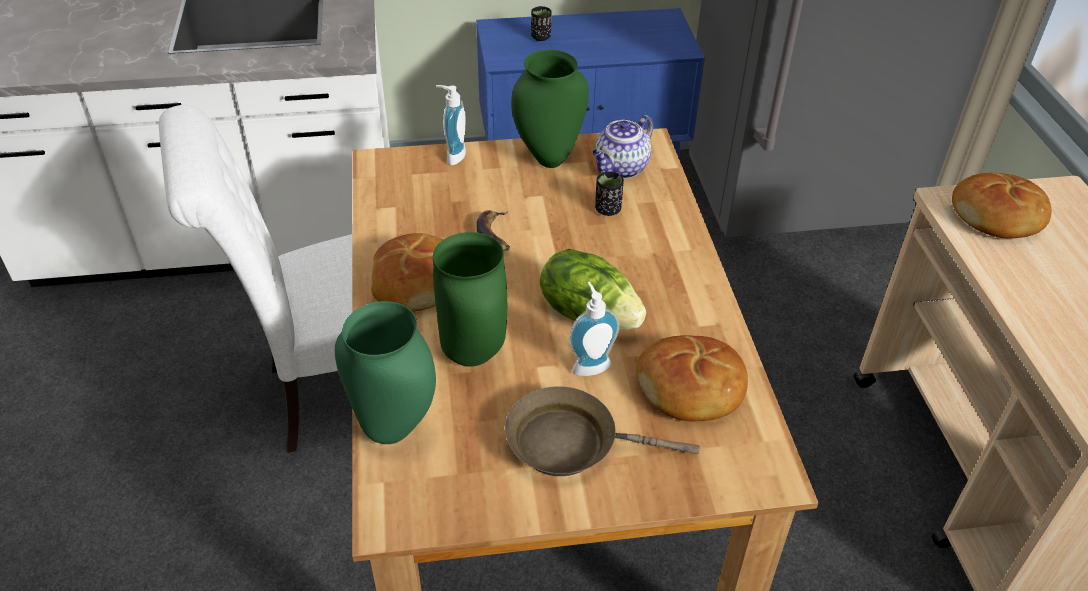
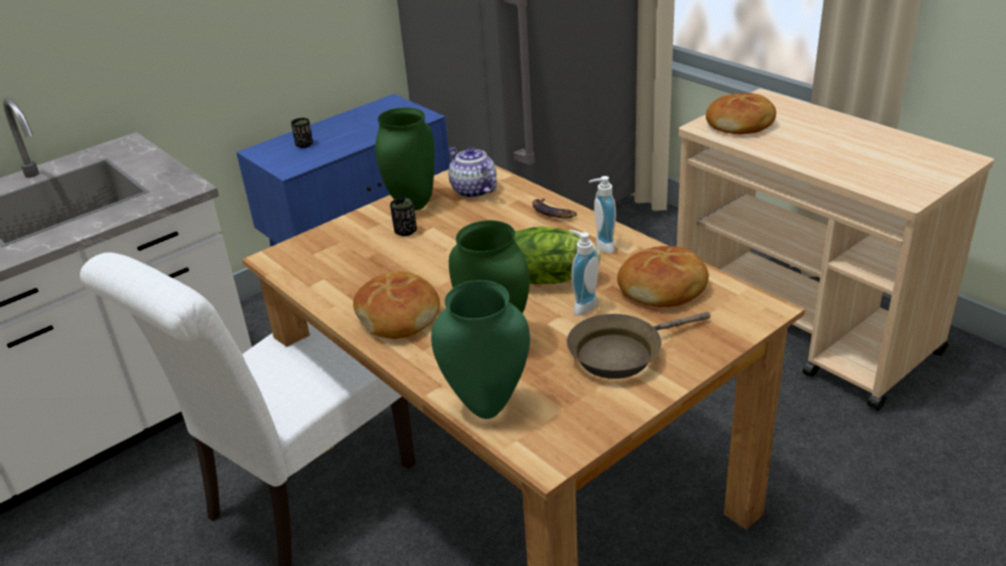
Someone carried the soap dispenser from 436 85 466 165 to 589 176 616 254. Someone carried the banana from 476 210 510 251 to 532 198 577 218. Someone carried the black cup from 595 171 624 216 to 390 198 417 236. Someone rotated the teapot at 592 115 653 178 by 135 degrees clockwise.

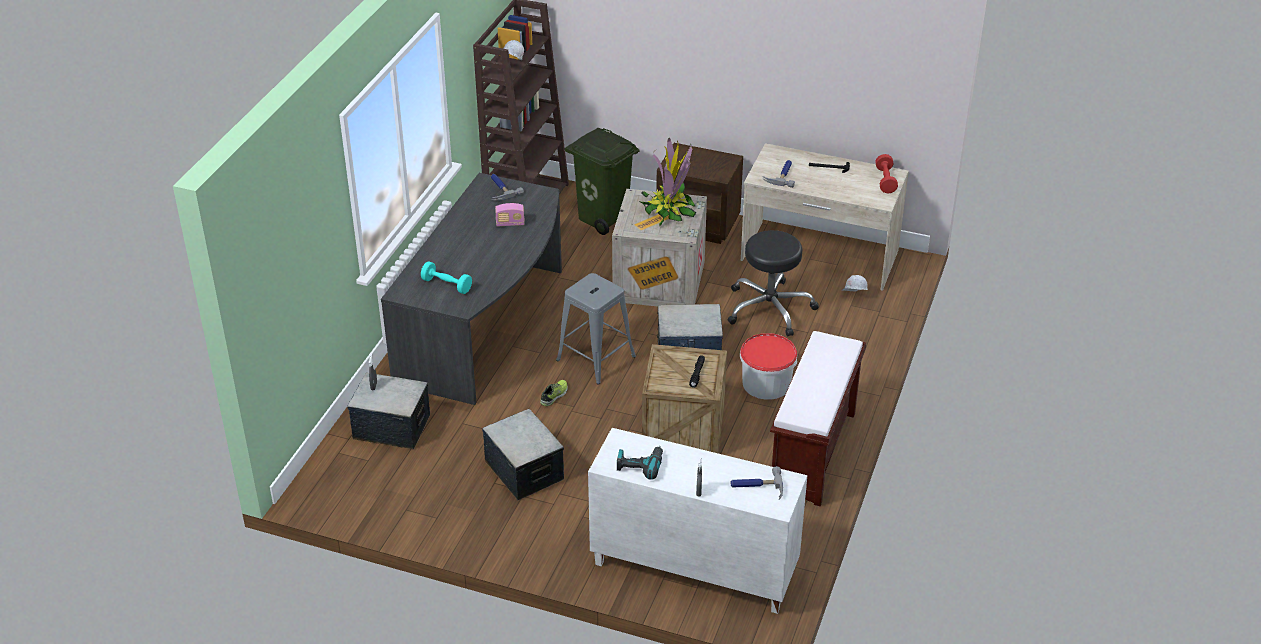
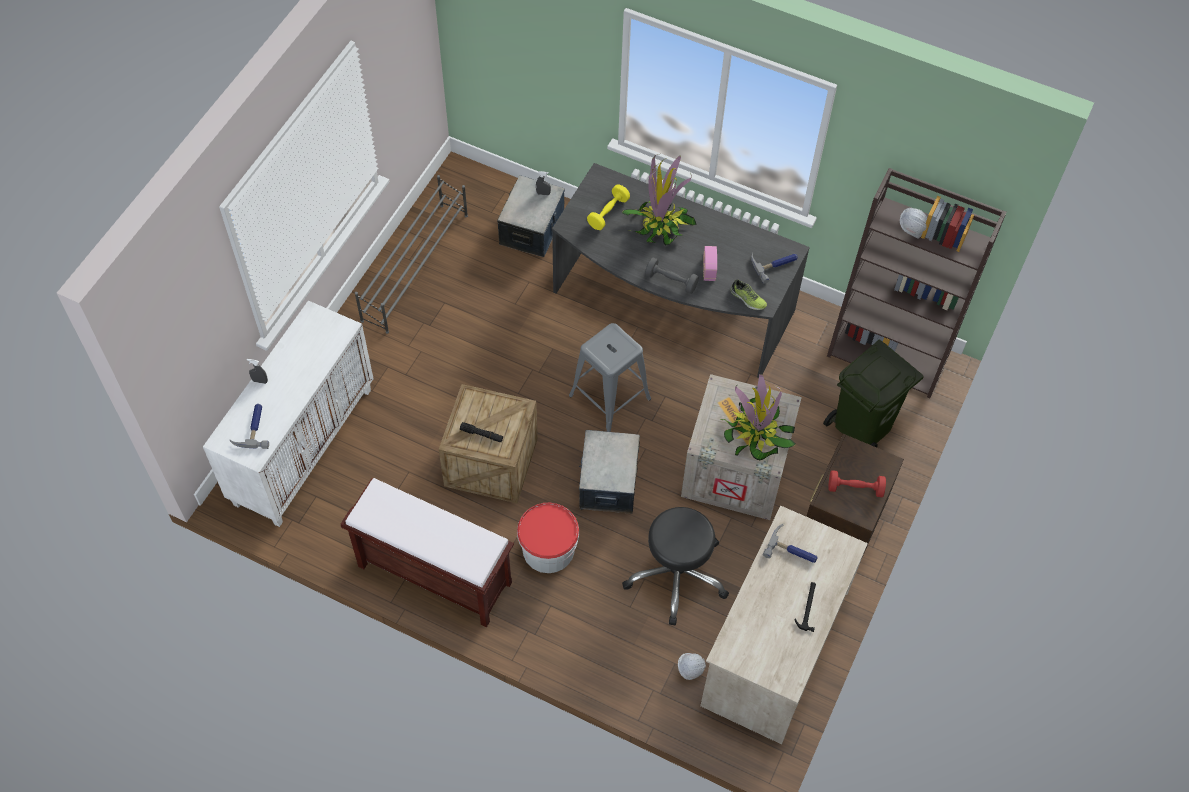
Someone took away the storage box at 482 409 564 500. Someone took away the power drill at 617 446 663 480. Someone put down the grey shoe rack at 355 175 468 334. Someone put down the potted plant at 622 154 697 245. Someone put down the grey dumbbell at 645 258 699 294. Someone carried the shoe from 540 380 568 406 to 730 279 767 310. Someone carried the red dumbbell from 875 154 898 193 to 828 470 886 497. Someone repainted the turquoise dumbbell at 421 262 472 294, which became the yellow dumbbell at 587 185 630 230.

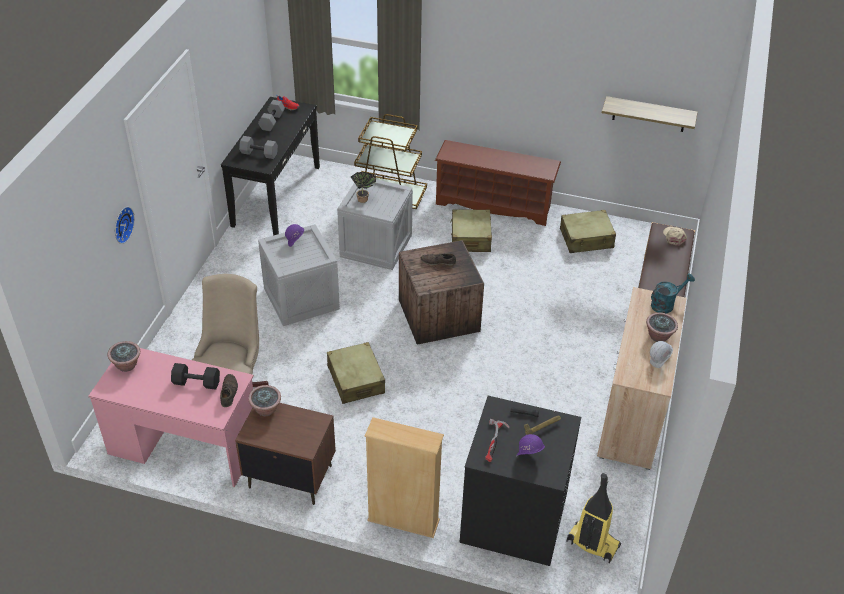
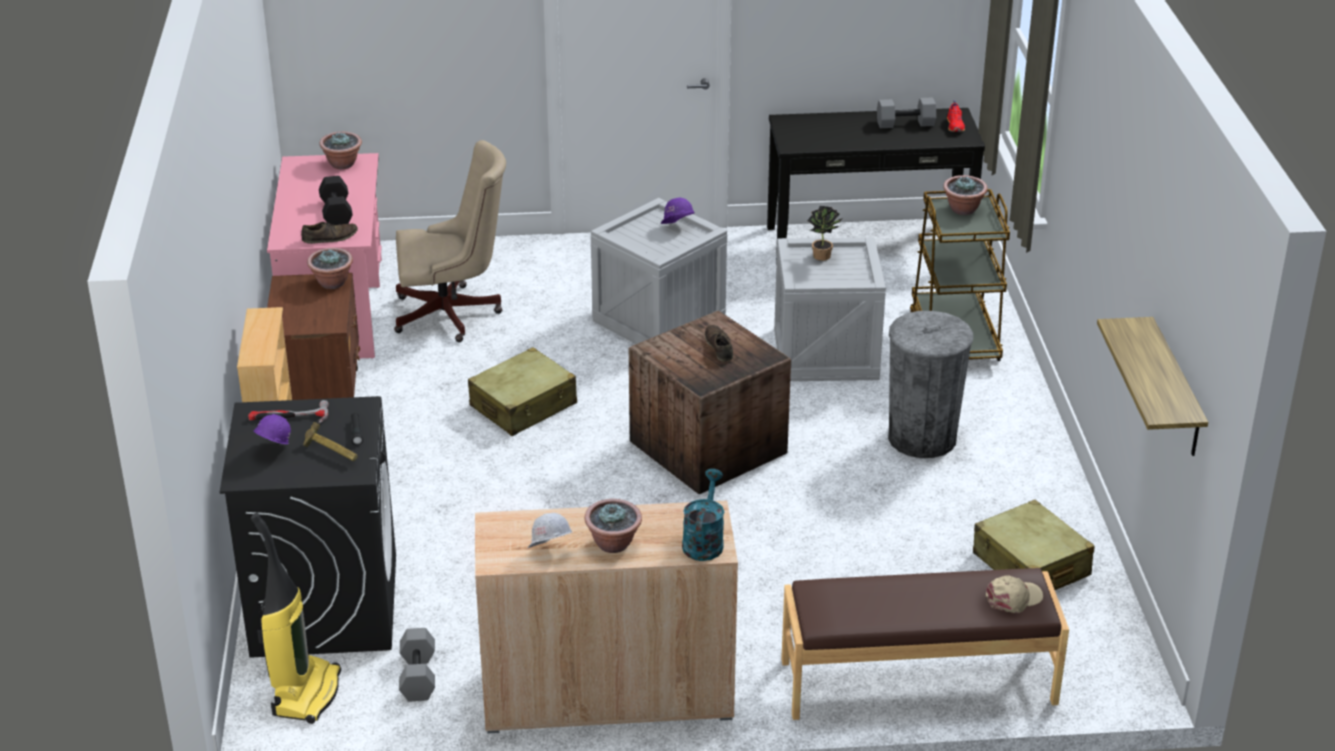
Someone took away the wall clock at 115 207 135 244. Someone took away the brown shoe rack at 435 140 561 226. Someone put down the potted plant at 943 175 987 215. Someone carried the grey dumbbell from 239 136 278 159 to 399 628 435 702. Someone swapped the beige suitcase at 450 209 492 252 for the grey trash can at 888 311 973 458. Someone rotated the turquoise watering can at 651 274 695 313 by 120 degrees counterclockwise.

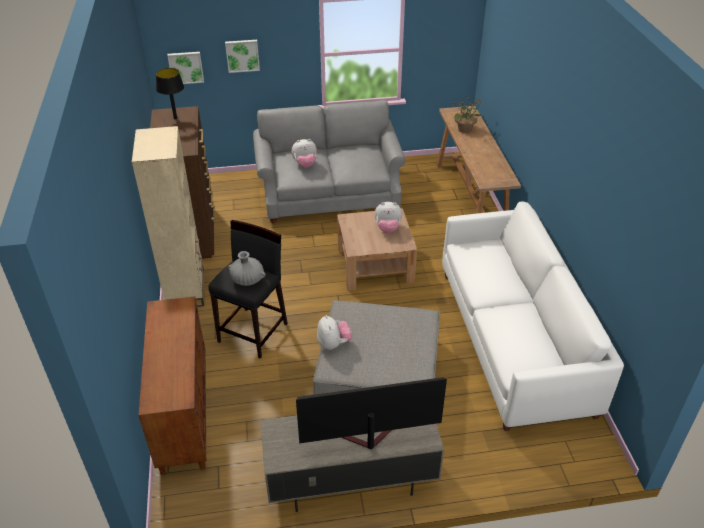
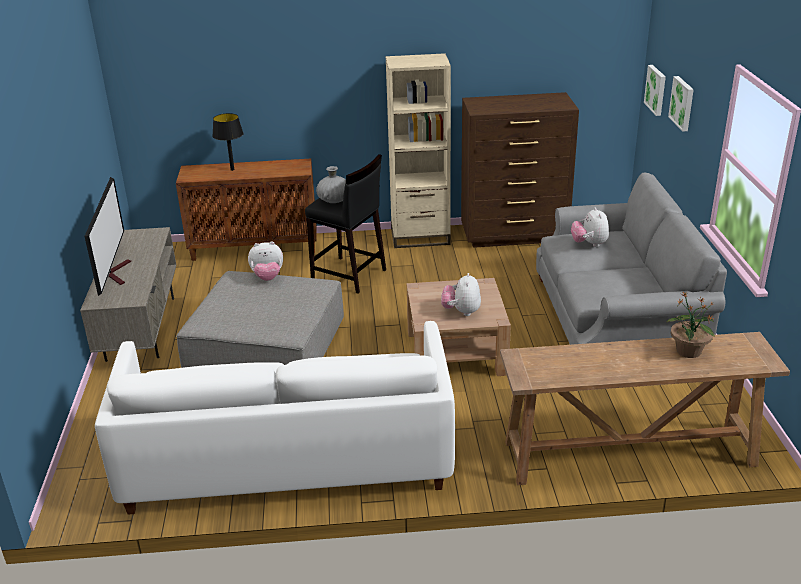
Someone carried the black table lamp from 156 68 184 119 to 212 113 244 171.

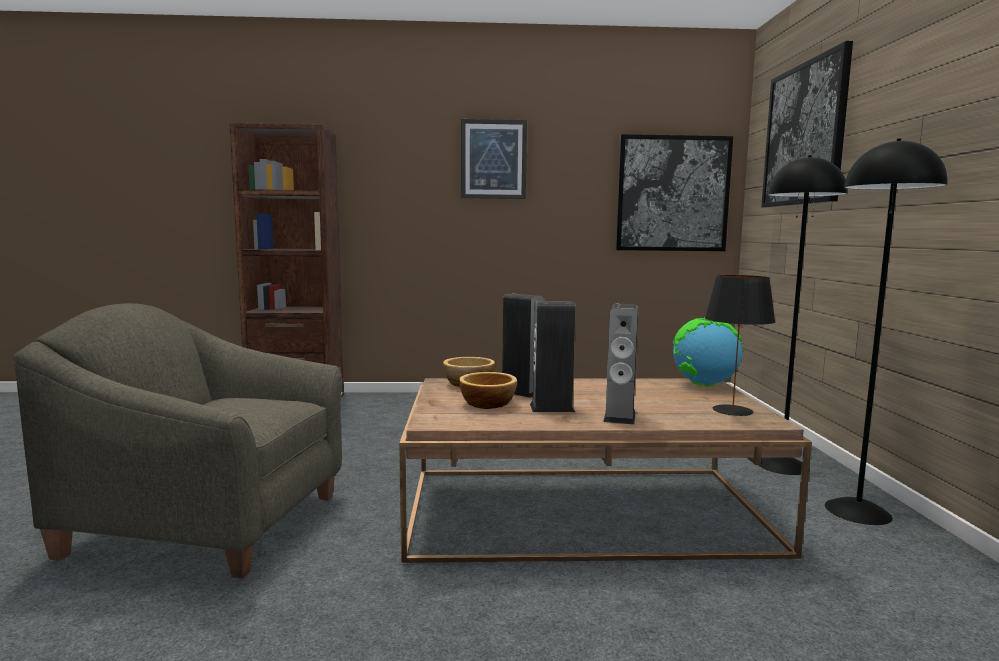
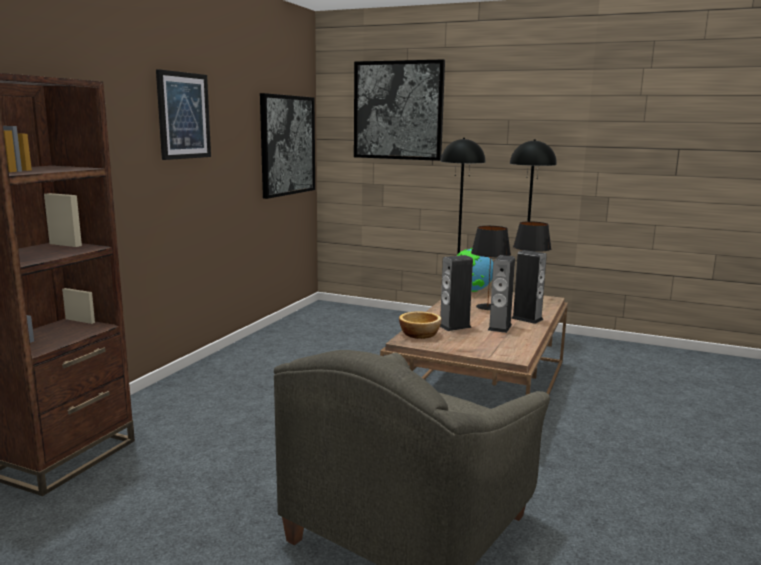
Someone took away the bowl at 459 372 517 409. Someone put down the black table lamp at 471 226 511 310.

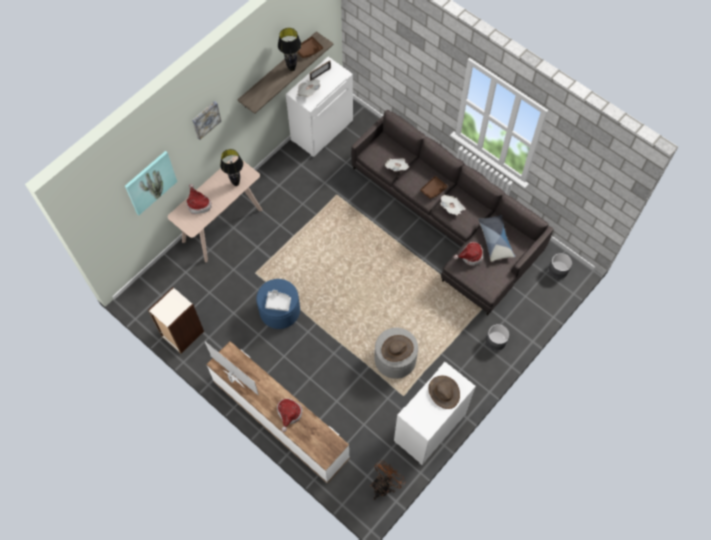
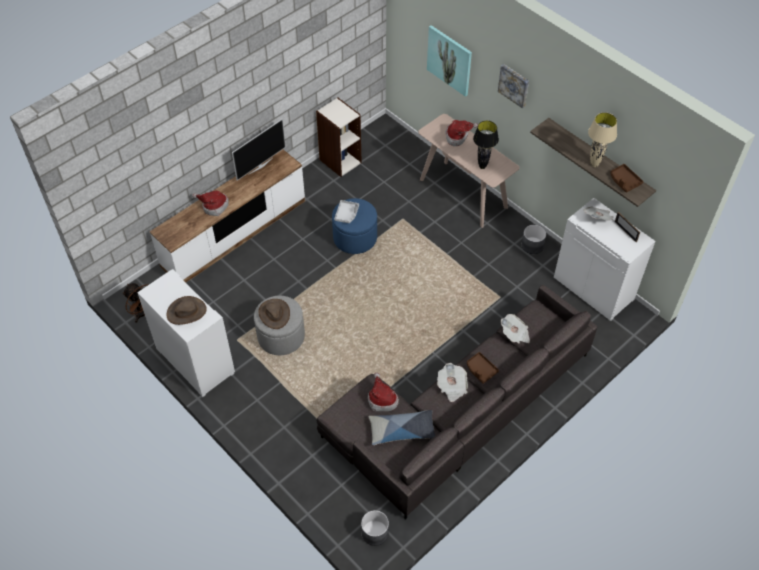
Someone carried the grey planter from 486 324 509 351 to 521 225 546 254. Someone repainted the black table lamp at 278 28 301 71, which became the beige table lamp at 588 112 617 167.

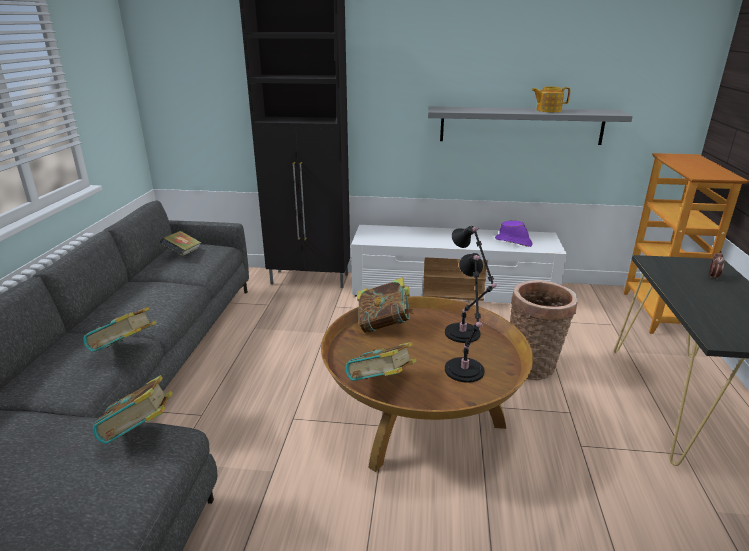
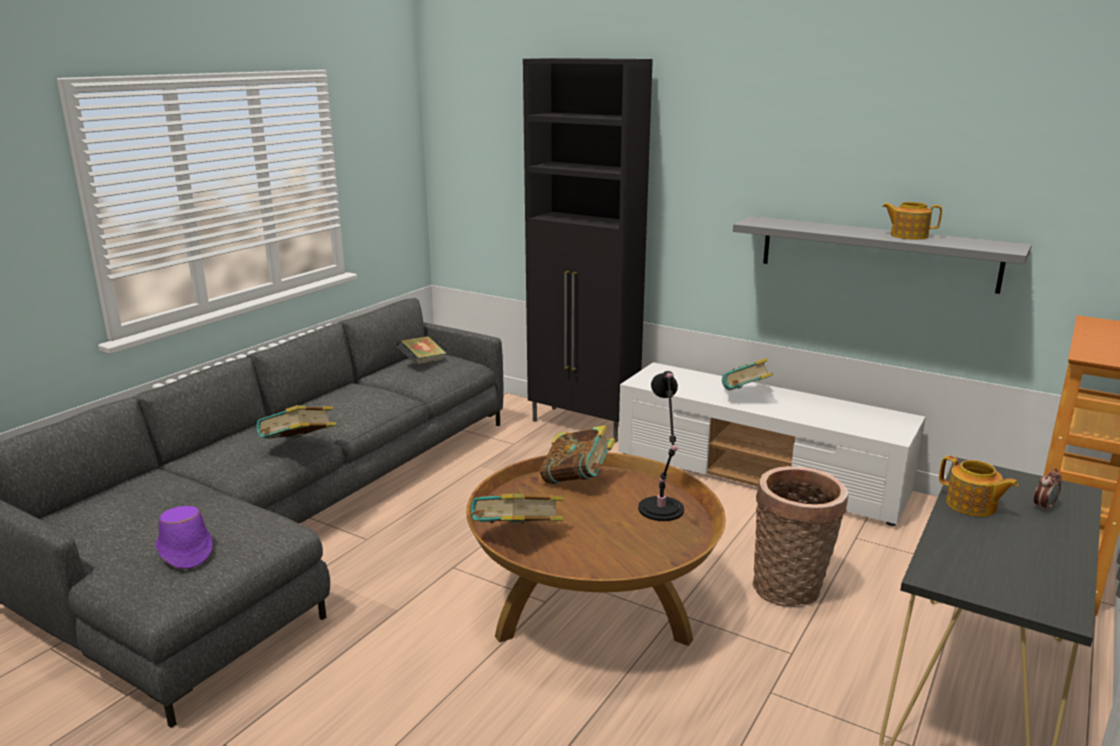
Someone took away the black table lamp at 445 253 484 383. Someone put down the teapot at 939 456 1018 517. Someone carried the book from 93 375 173 444 to 722 358 773 390. Someone carried the purple hat from 495 221 532 247 to 156 506 213 569.

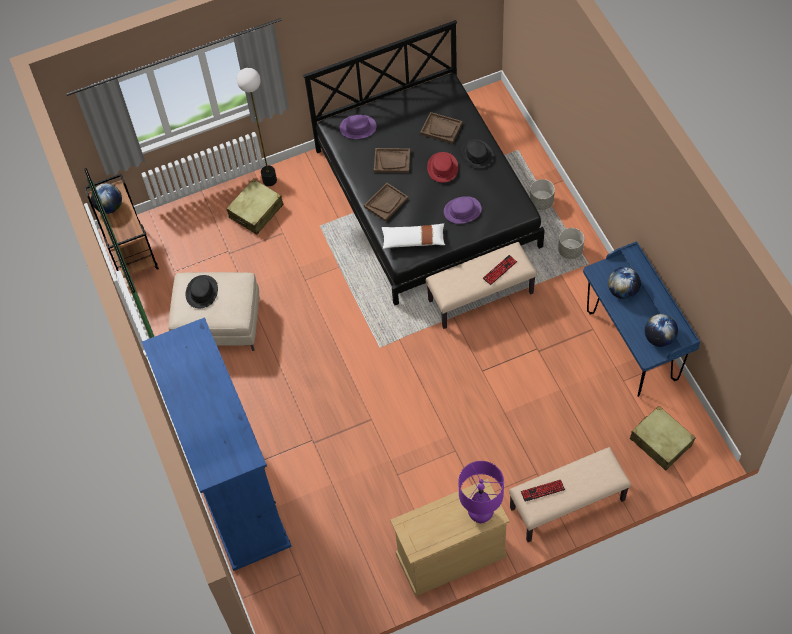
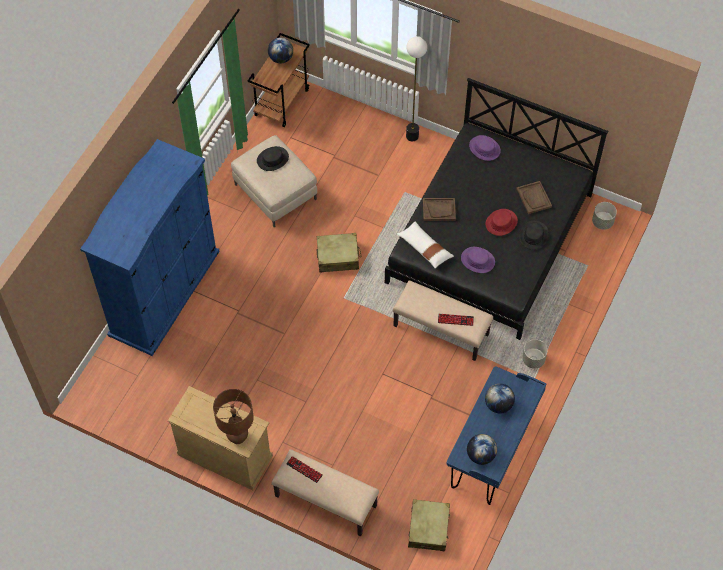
Someone took away the brown tray at 374 148 410 173. Someone carried the beige suitcase from 226 179 283 235 to 317 233 362 273. Someone carried the grey planter from 530 179 555 210 to 592 202 617 230. Someone repainted the purple table lamp at 458 461 504 523, which became the brown table lamp at 213 389 254 444.

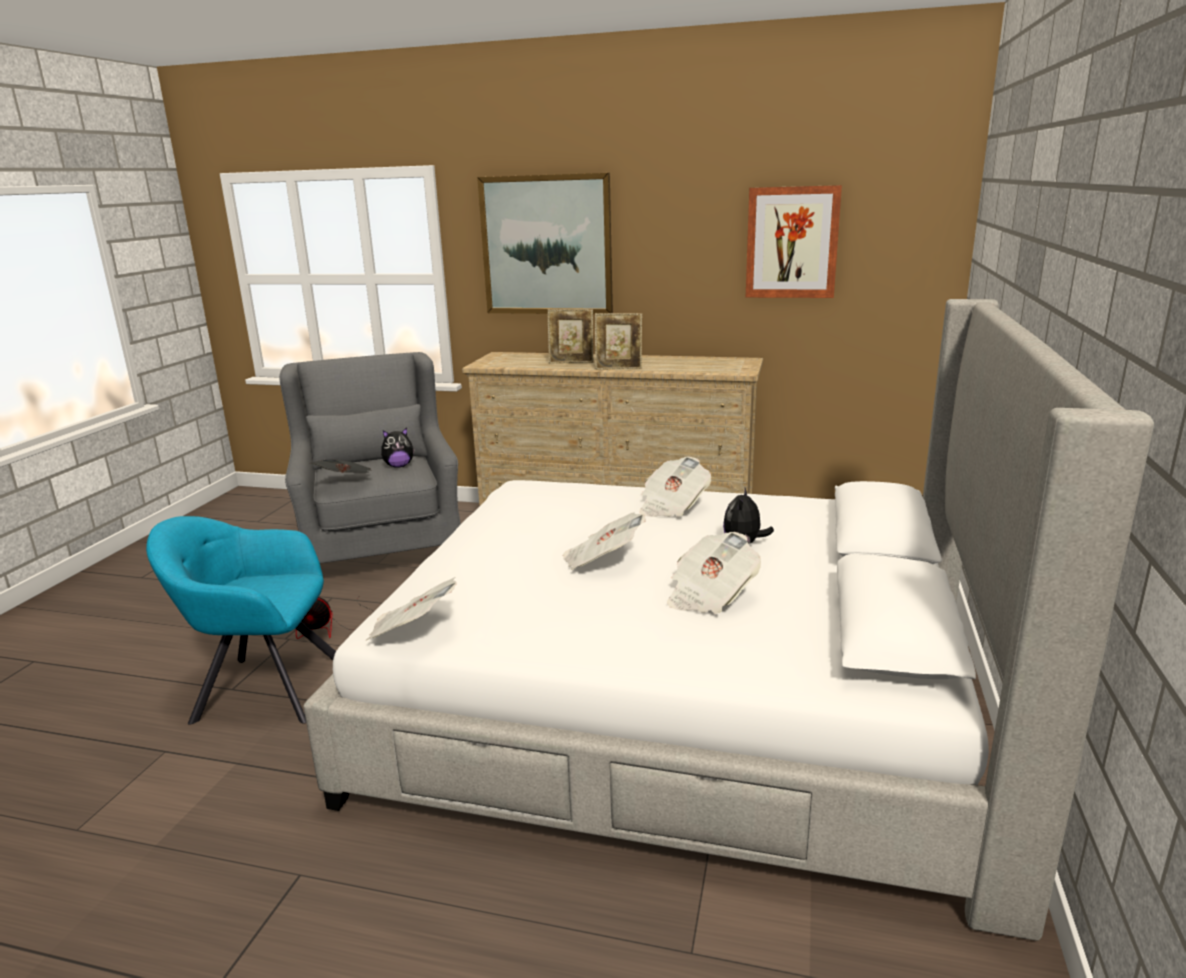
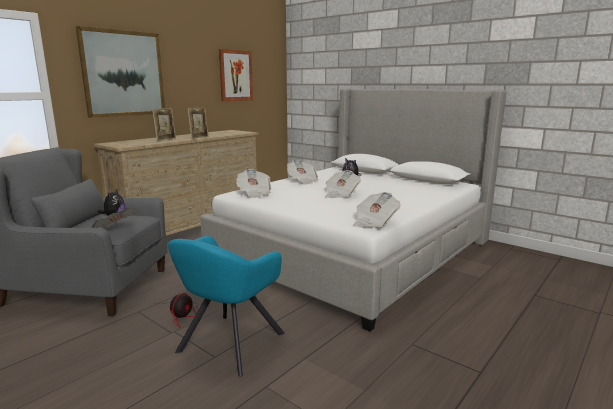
Someone carried the newspaper from 667 532 761 614 to 236 169 271 198.

